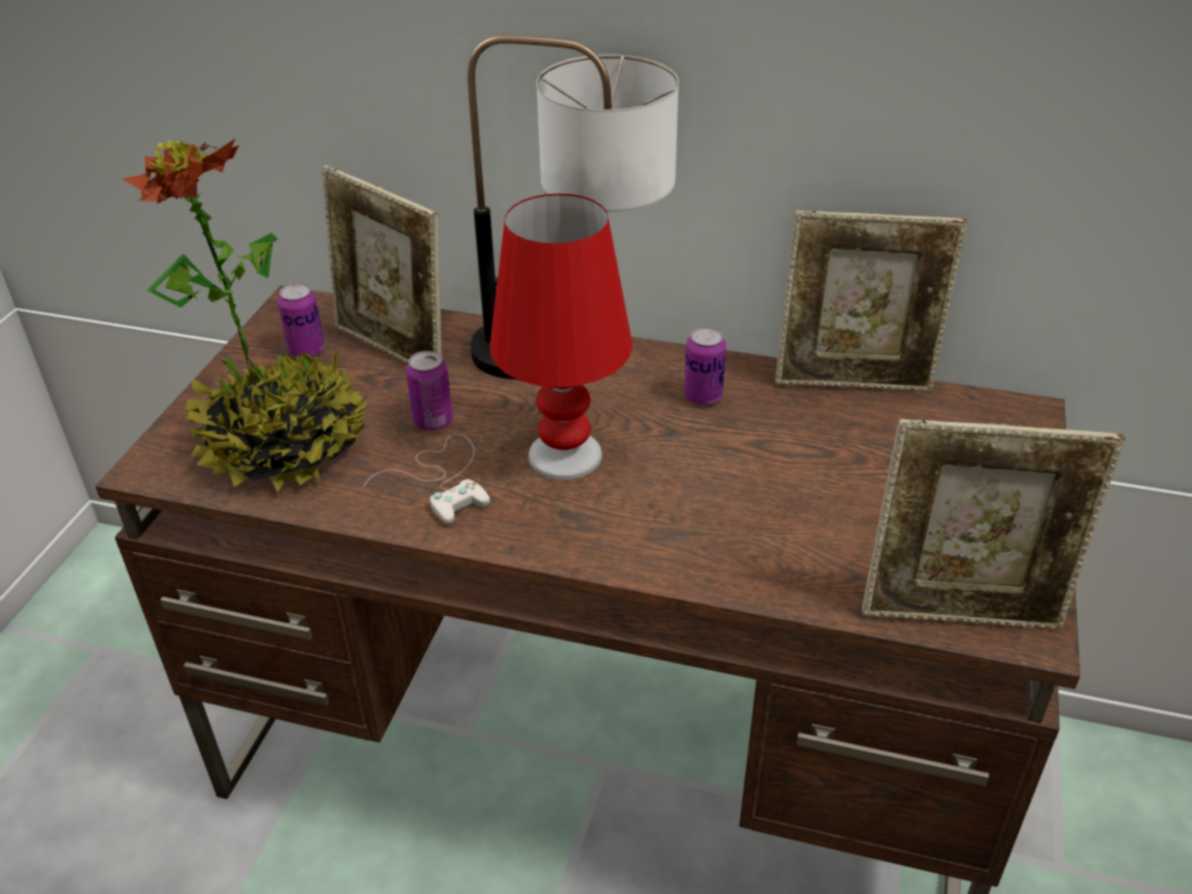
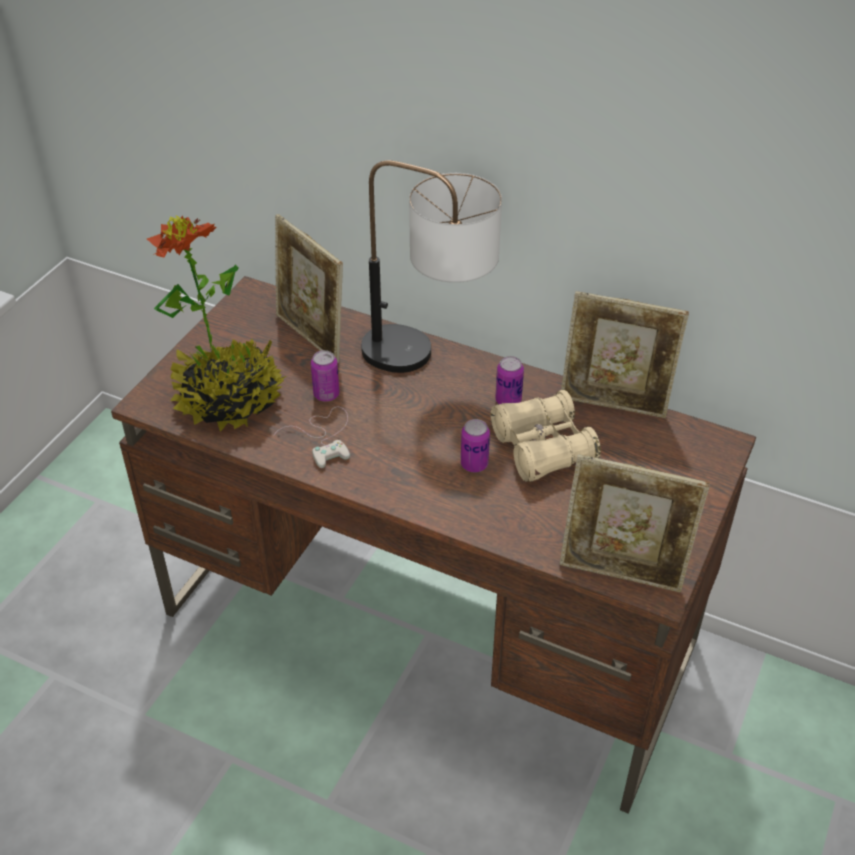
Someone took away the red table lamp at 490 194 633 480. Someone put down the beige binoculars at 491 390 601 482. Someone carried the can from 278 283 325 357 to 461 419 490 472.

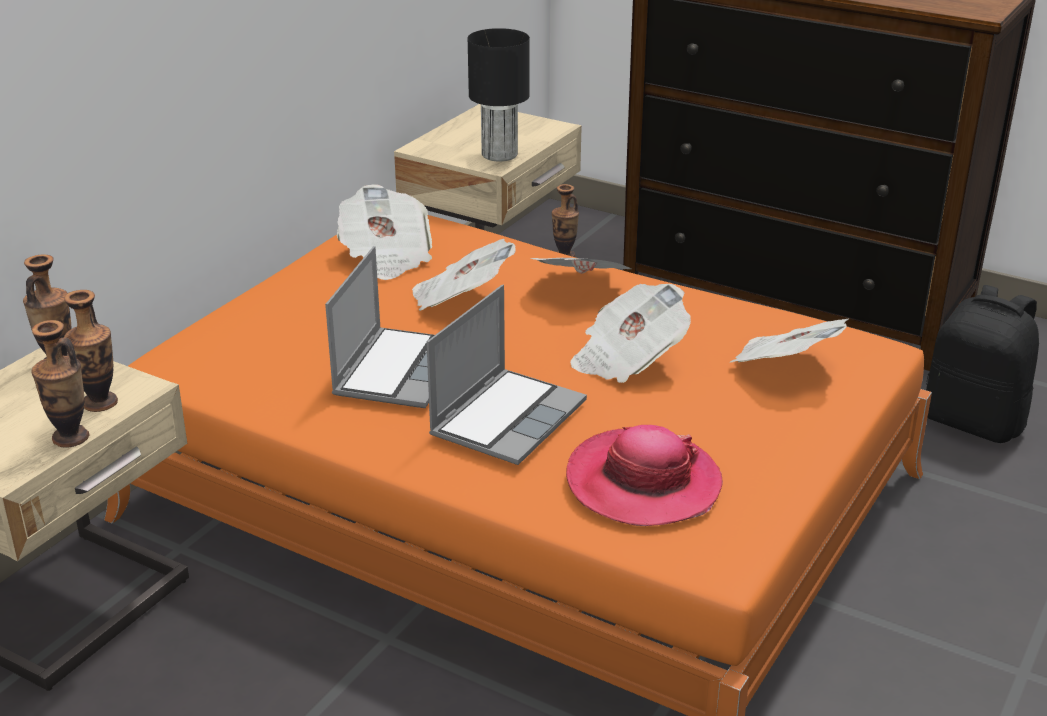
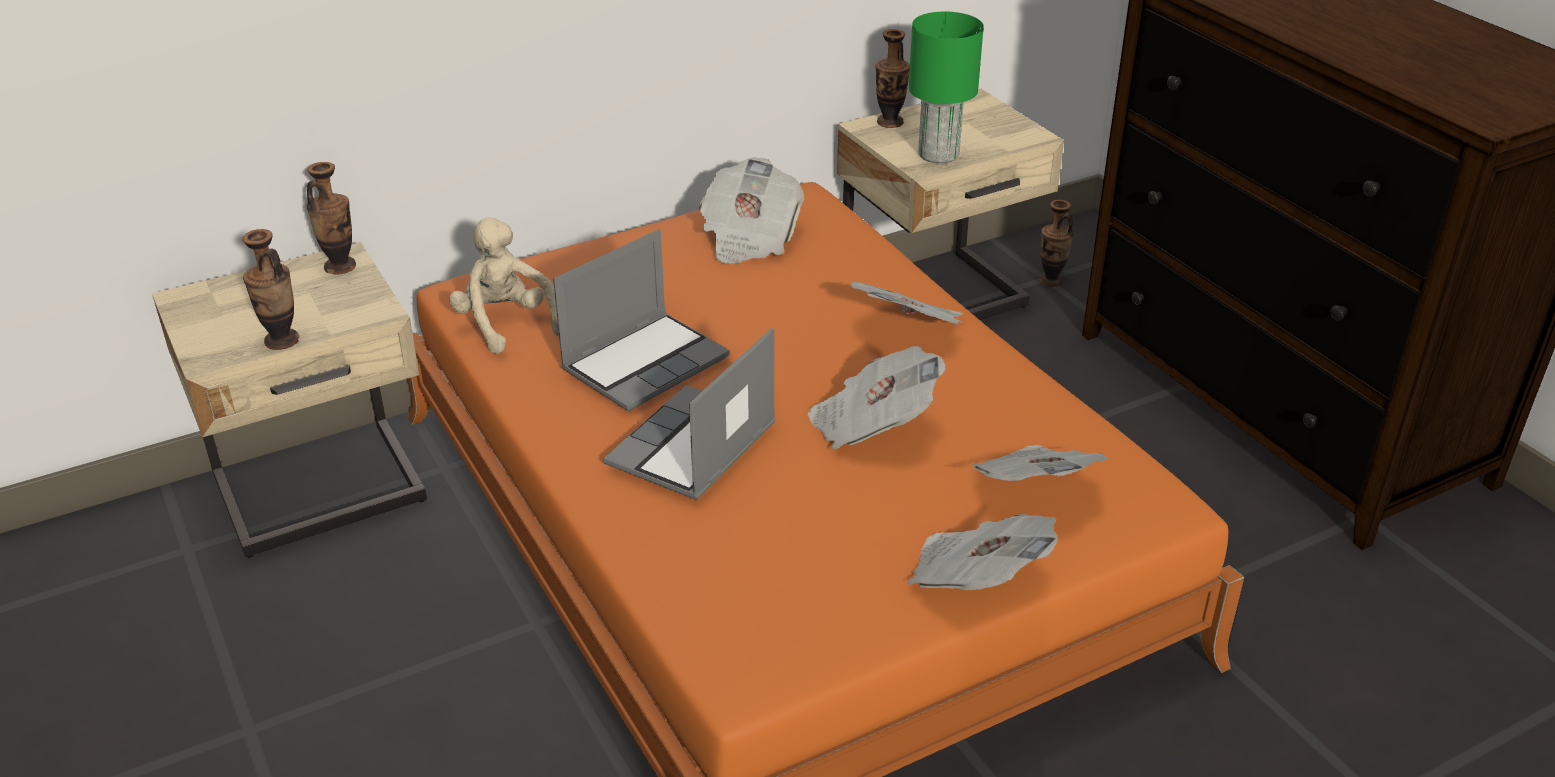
Someone took away the hat at 566 425 723 526. Someone took away the black backpack at 926 285 1039 443. Someone put down the beige plush toy at 449 217 559 354. Someone carried the vase from 64 290 118 412 to 875 29 910 128. Someone carried the newspaper from 412 239 516 311 to 907 514 1058 590. Someone repainted the black table lamp at 468 28 530 161, which became the green table lamp at 909 12 984 163. Someone rotated the laptop at 427 285 587 465 by 150 degrees clockwise.

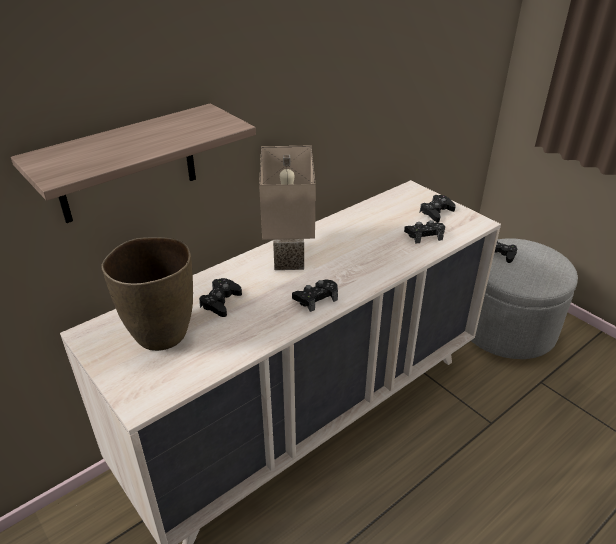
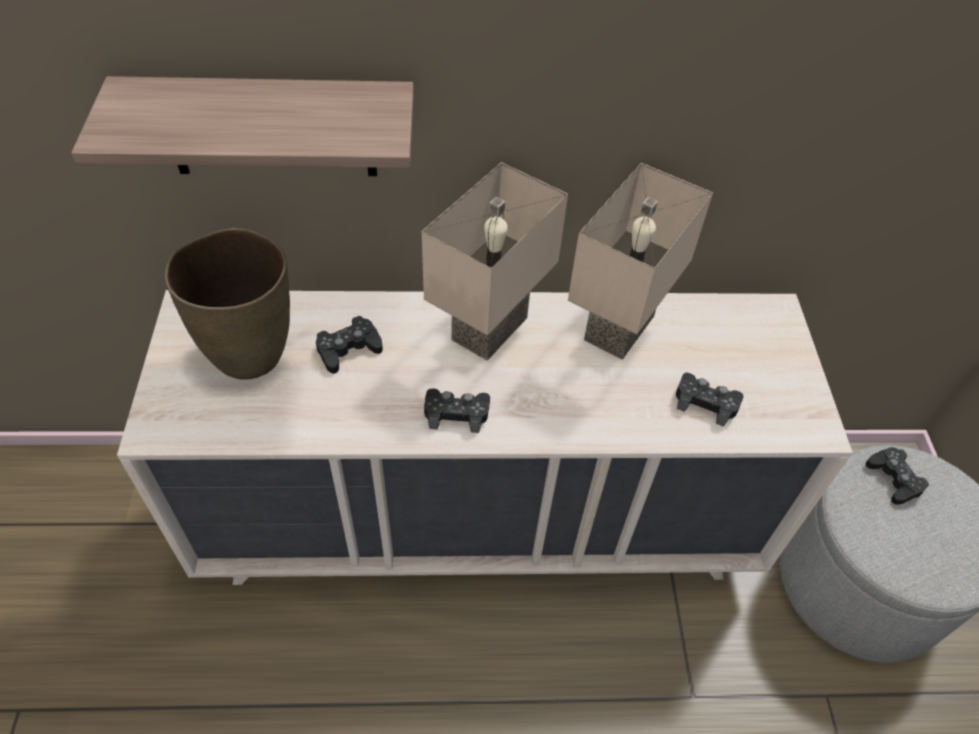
Someone took away the black game controller at 420 195 456 223. Someone put down the beige table lamp at 568 163 713 360.

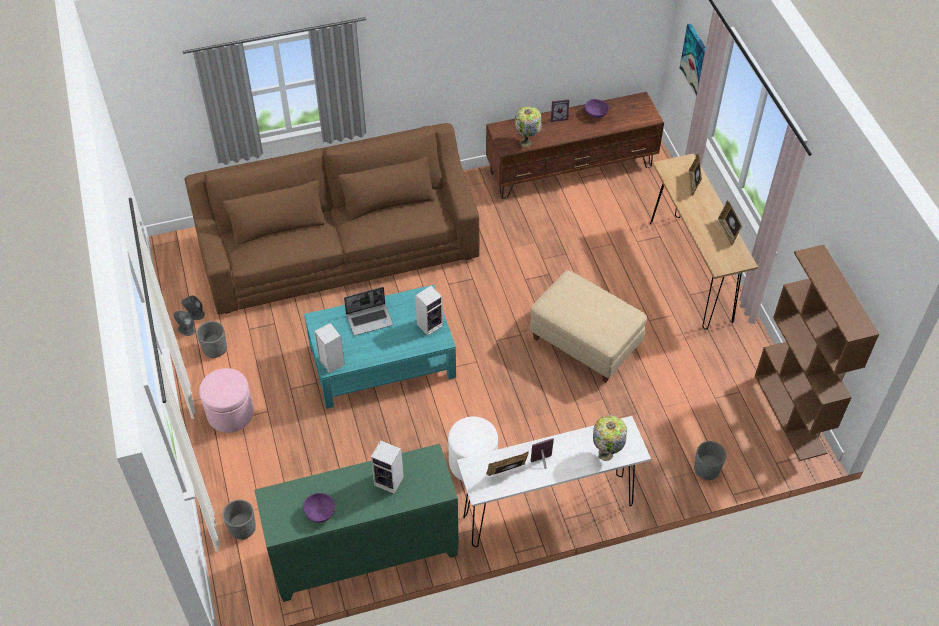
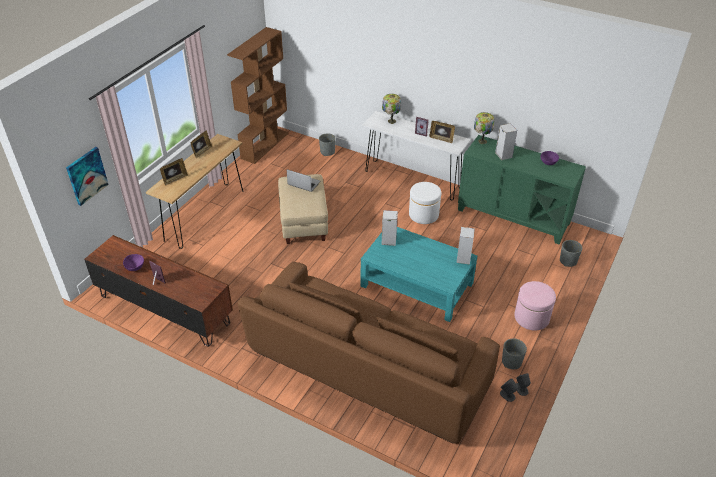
Someone carried the laptop from 344 287 393 336 to 287 169 320 192. Someone carried the table lamp from 515 106 542 147 to 474 112 495 144.

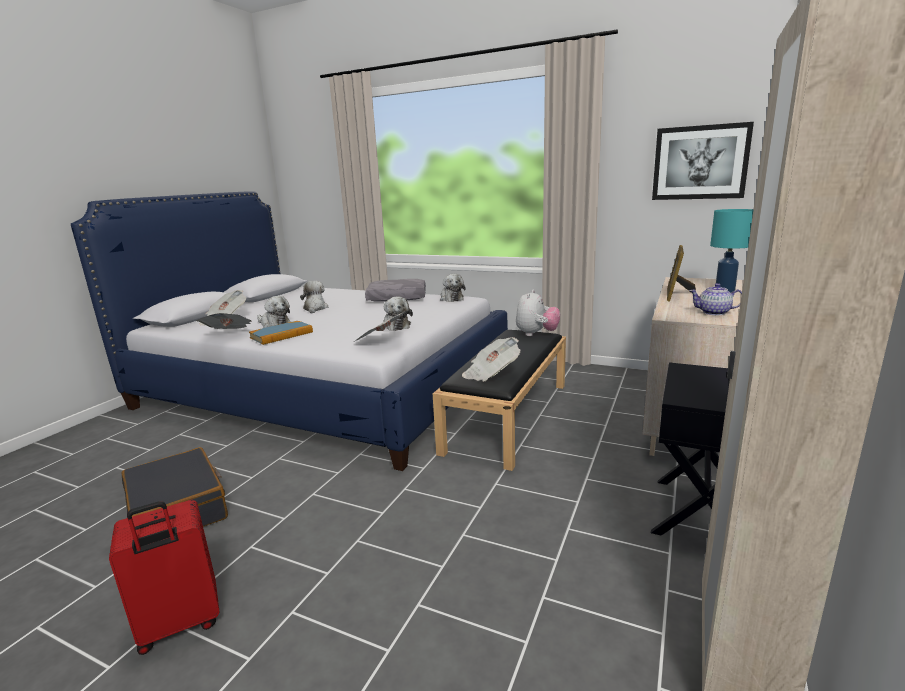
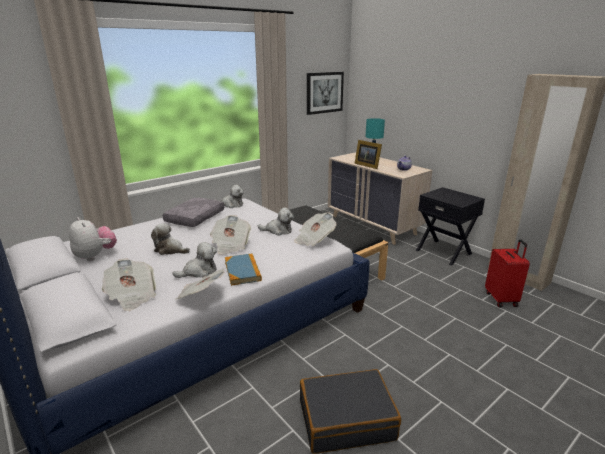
Someone carried the red suitcase from 109 500 219 655 to 485 239 530 307. Someone carried the newspaper from 462 337 520 382 to 210 215 251 255. Someone carried the plush toy from 516 290 560 336 to 69 217 117 261.

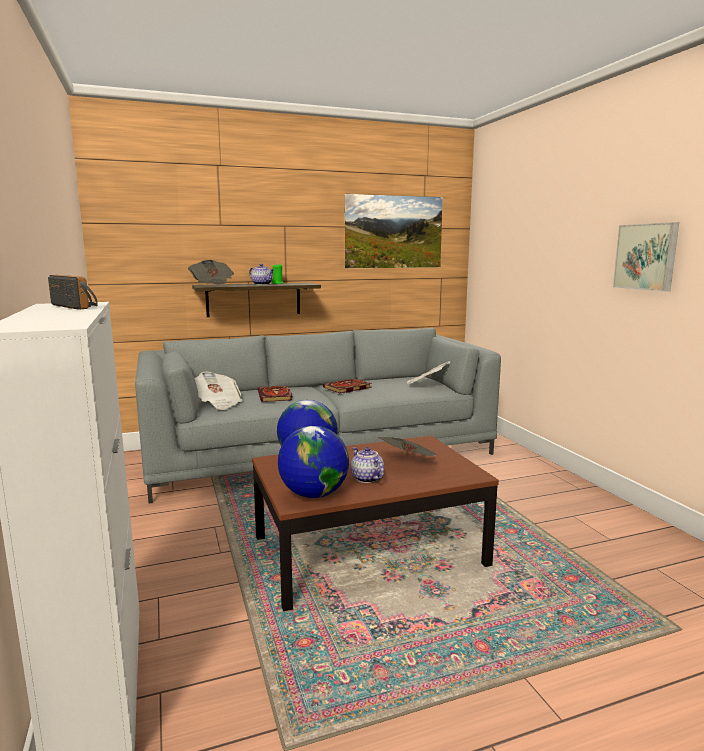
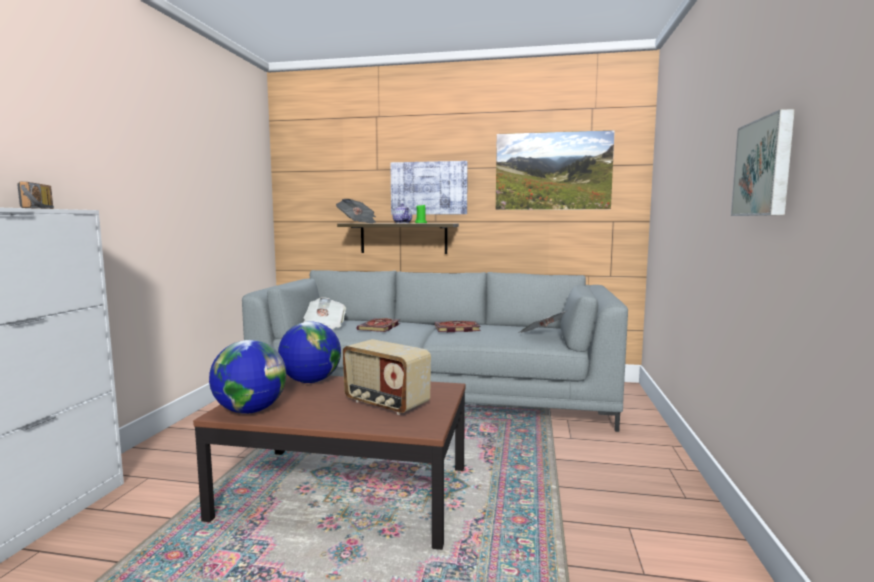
Someone took away the teapot at 351 447 384 483. Someone put up the picture at 391 161 468 215. Someone swapped the newspaper at 377 437 437 456 for the radio at 343 339 431 415.

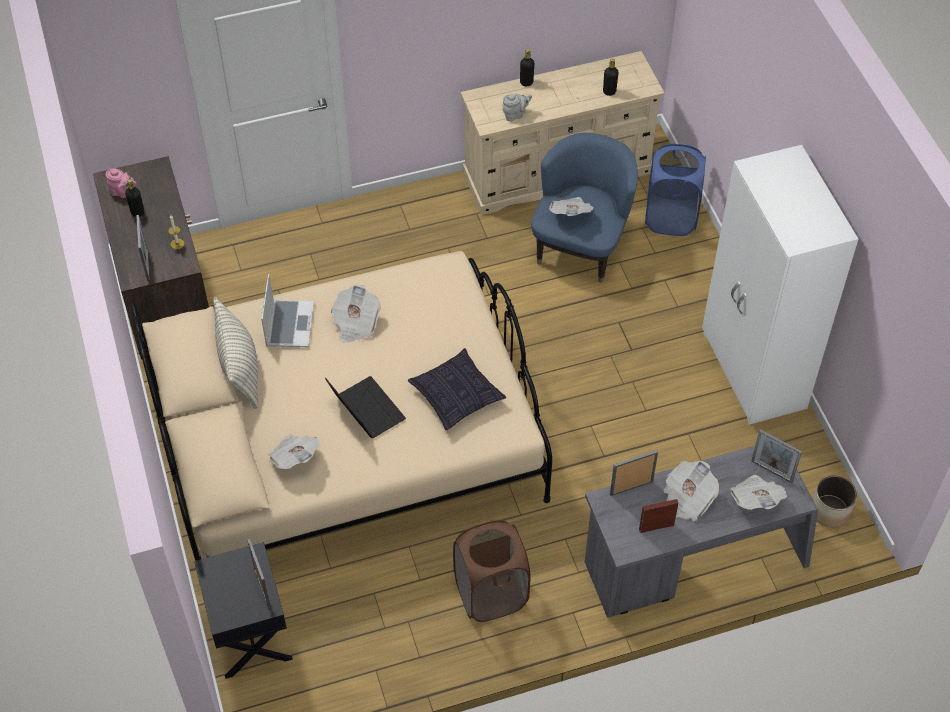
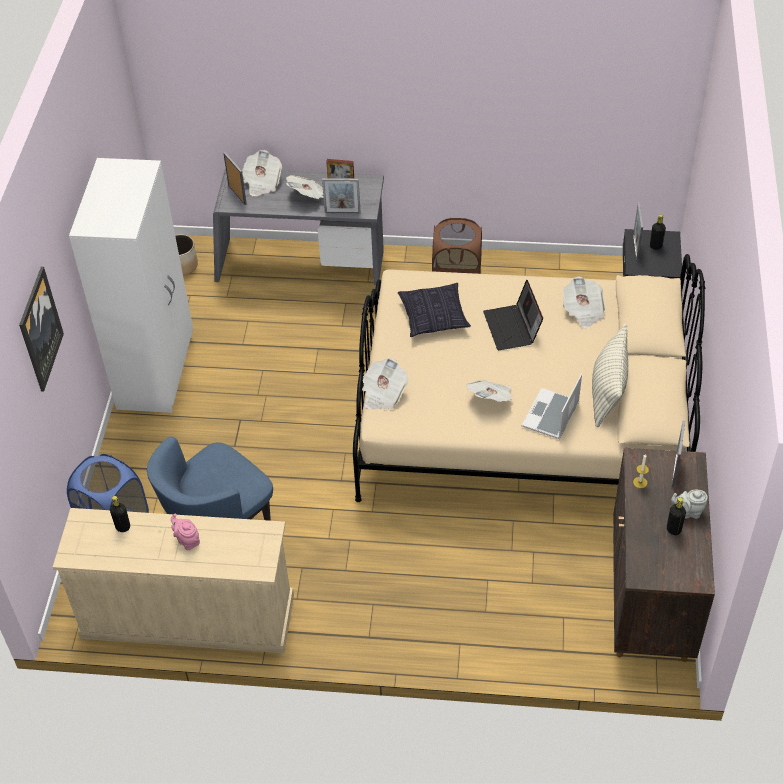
Someone put up the picture at 19 267 64 391. Someone carried the pink teapot from 106 169 137 198 to 171 513 200 550. Someone carried the grey teapot from 502 93 532 122 to 671 490 708 519. Someone carried the black bottle from 520 49 534 86 to 650 214 666 250. Someone carried the newspaper from 549 197 594 216 to 362 358 408 410.

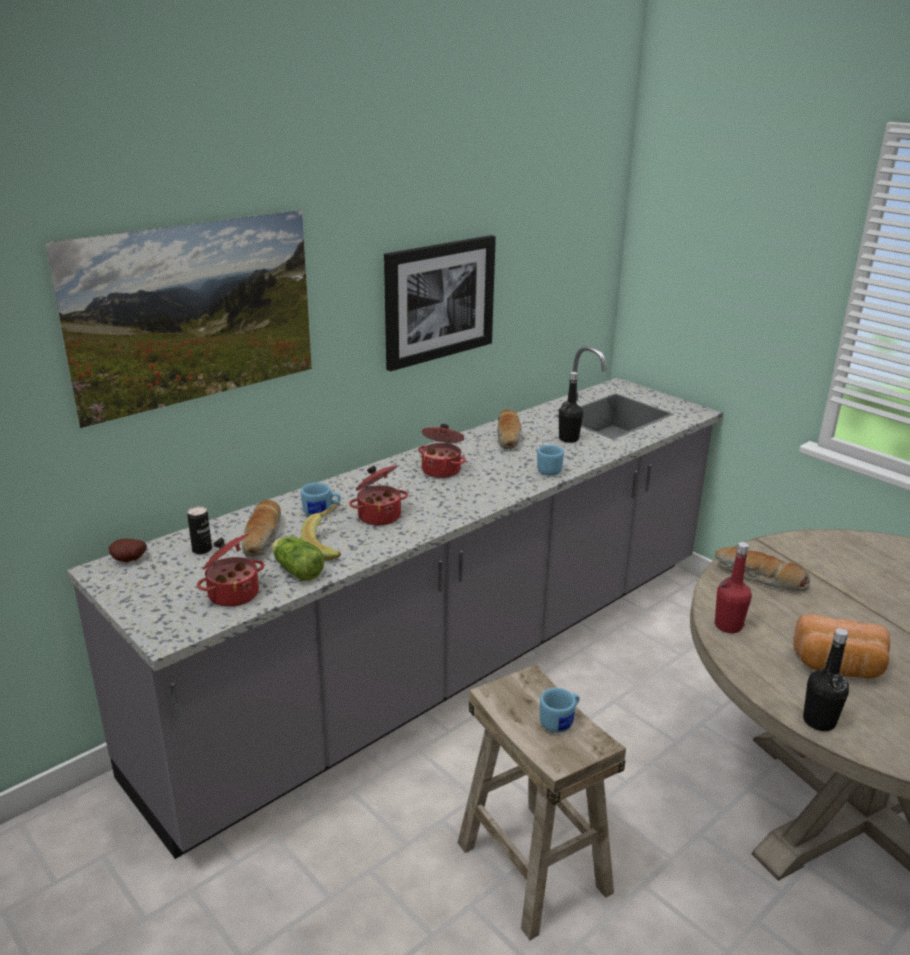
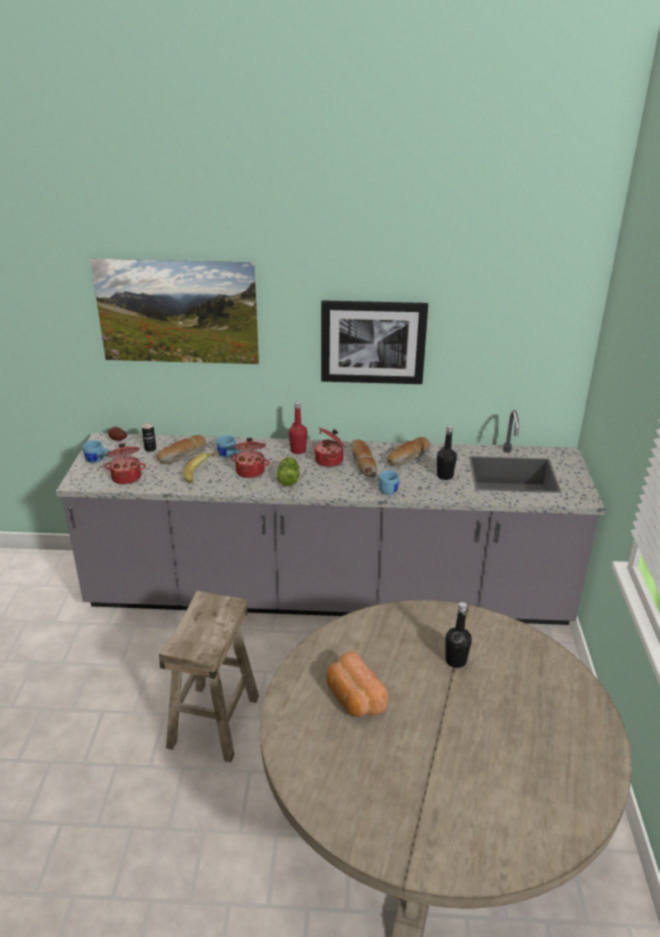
Someone carried the lettuce from 272 536 324 581 to 277 457 299 486. Someone carried the blue mug from 540 688 580 733 to 83 440 109 463. Someone carried the red bottle from 715 542 752 633 to 289 402 307 454. Someone carried the bread from 715 547 810 592 to 352 440 377 477. Someone carried the black bottle from 803 628 849 731 to 446 602 472 668.

